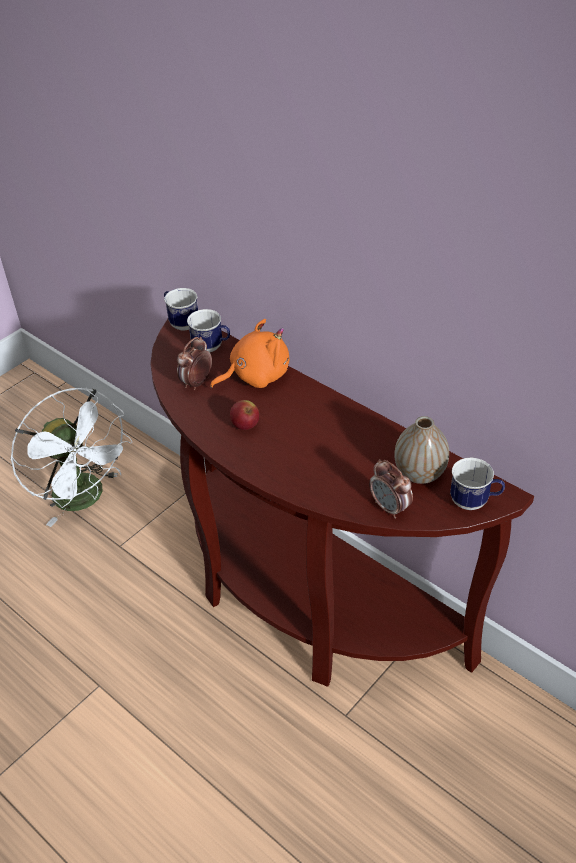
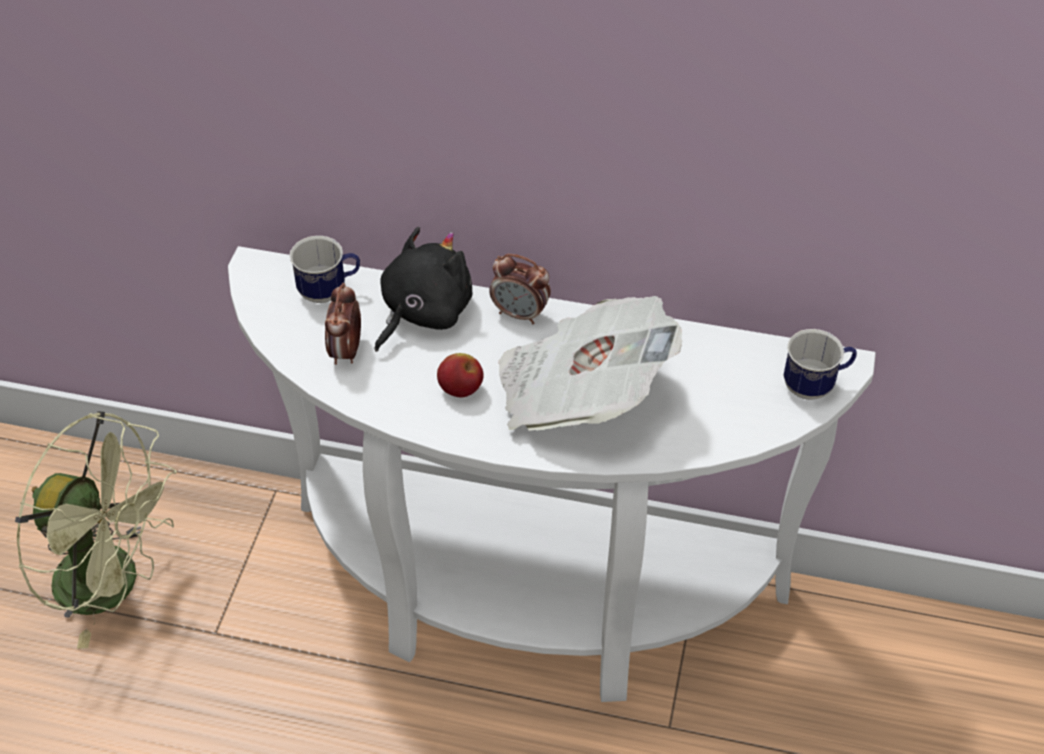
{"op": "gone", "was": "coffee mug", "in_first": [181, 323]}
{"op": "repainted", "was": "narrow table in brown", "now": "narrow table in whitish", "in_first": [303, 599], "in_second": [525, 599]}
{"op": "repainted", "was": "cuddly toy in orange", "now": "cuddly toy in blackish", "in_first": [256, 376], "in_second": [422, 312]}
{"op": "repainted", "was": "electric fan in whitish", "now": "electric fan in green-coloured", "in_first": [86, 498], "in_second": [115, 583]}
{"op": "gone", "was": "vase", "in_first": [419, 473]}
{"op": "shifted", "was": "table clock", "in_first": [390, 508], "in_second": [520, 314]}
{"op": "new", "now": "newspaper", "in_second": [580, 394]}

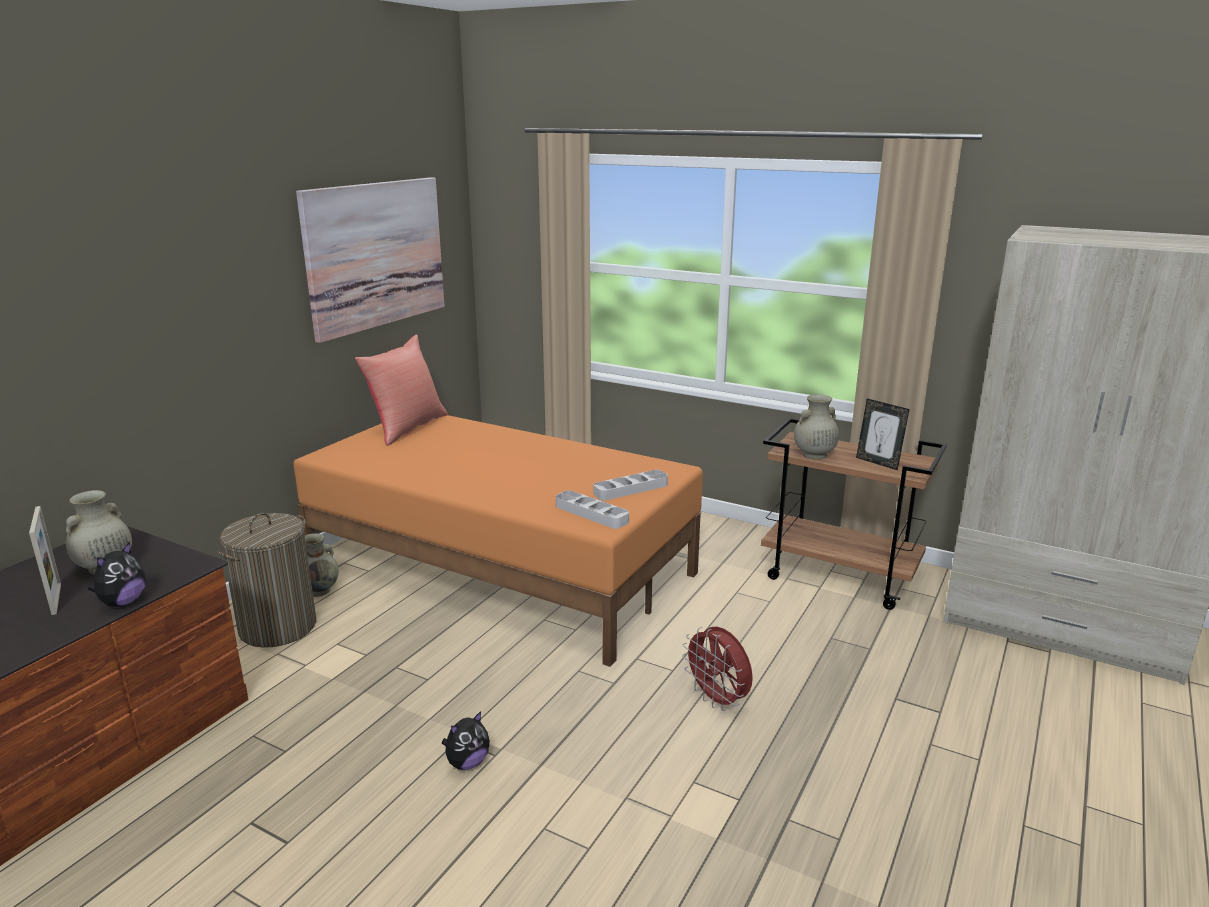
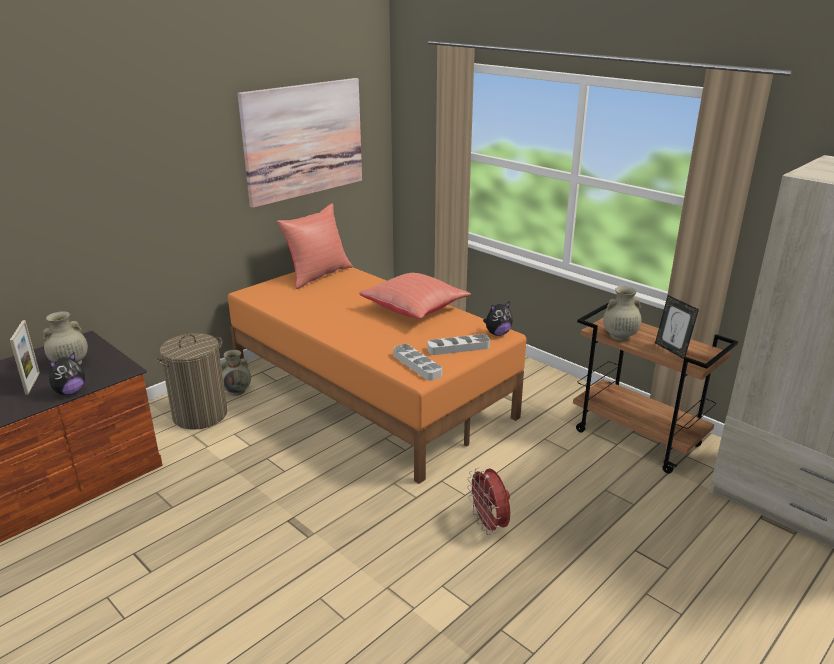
{"op": "shifted", "was": "cuddly toy", "in_first": [467, 763], "in_second": [497, 333]}
{"op": "new", "now": "throw pillow in red", "in_second": [415, 309]}

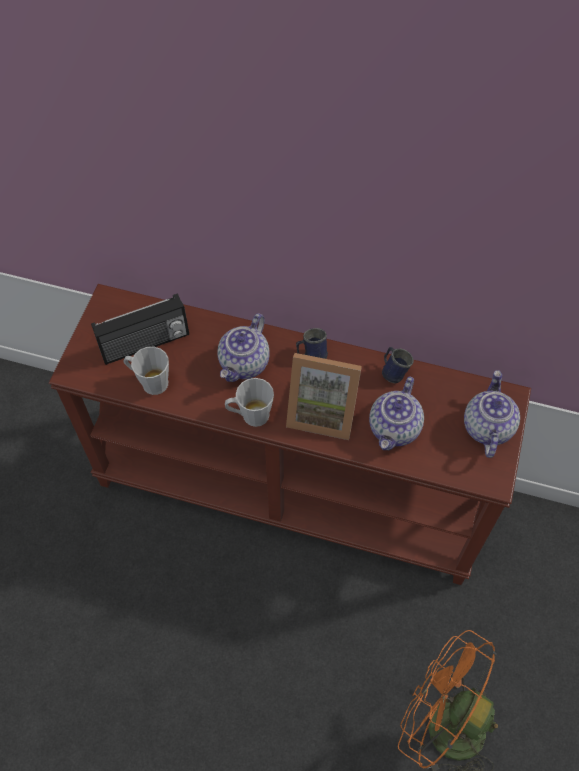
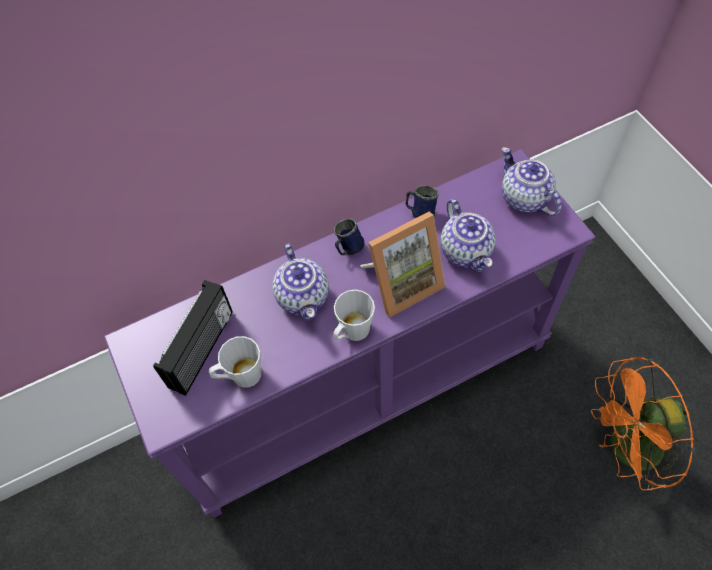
{"op": "repainted", "was": "narrow table in brown", "now": "narrow table in purple-coloured", "in_first": [291, 487], "in_second": [363, 384]}

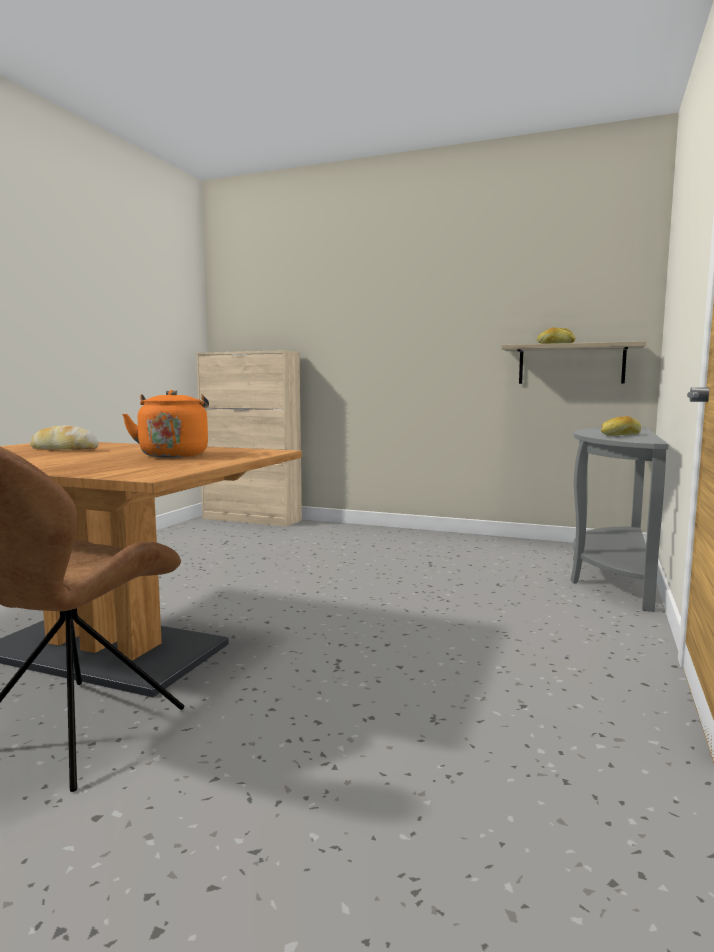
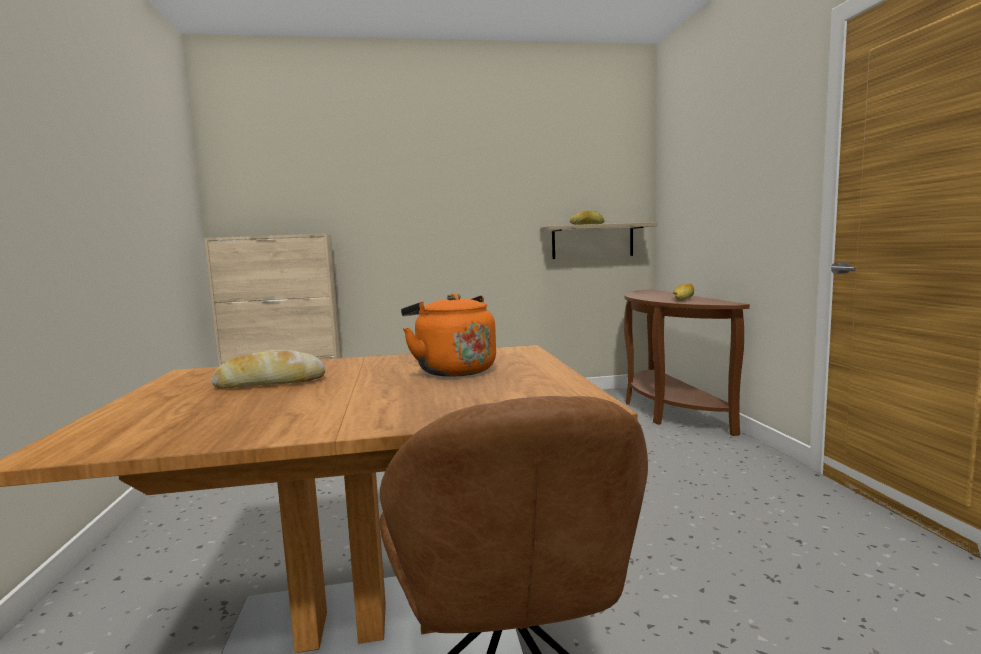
{"op": "repainted", "was": "narrow table in greyish", "now": "narrow table in brown", "in_first": [611, 573], "in_second": [667, 410]}

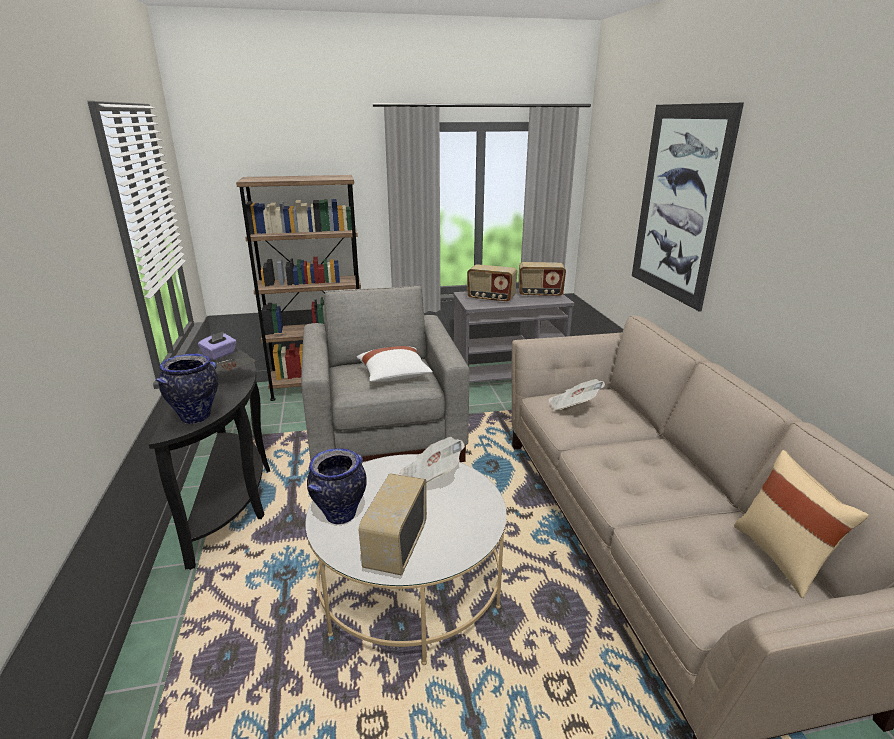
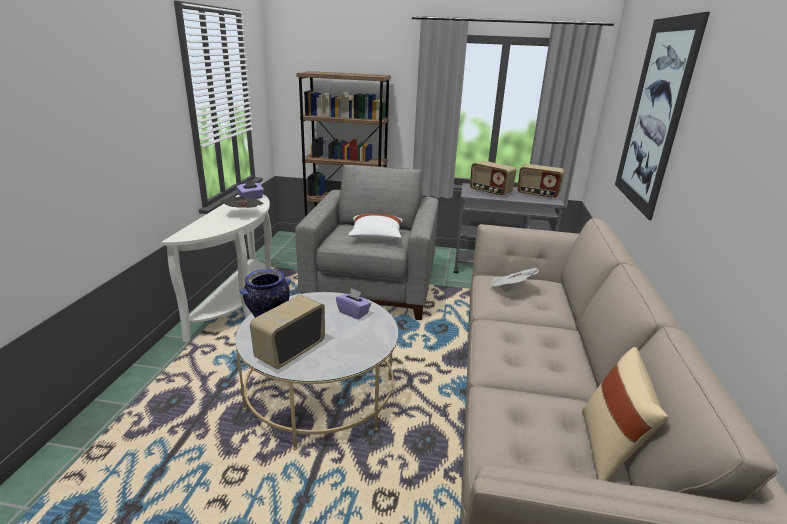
{"op": "repainted", "was": "narrow table in blackish", "now": "narrow table in whitish", "in_first": [234, 496], "in_second": [241, 304]}
{"op": "gone", "was": "vase", "in_first": [196, 417]}
{"op": "swapped", "was": "newspaper", "now": "tissue holder in purple-coloured", "in_first": [431, 476], "in_second": [353, 312]}

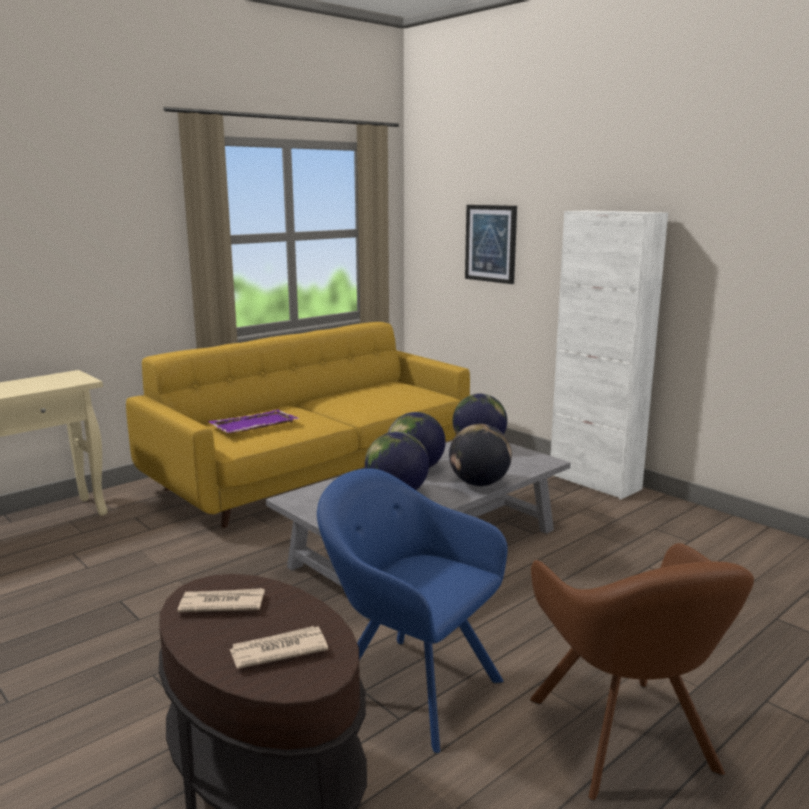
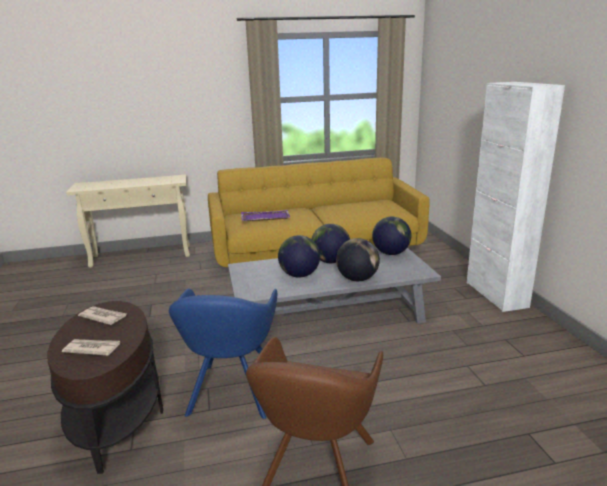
{"op": "gone", "was": "wall picture", "in_first": [491, 243]}
{"op": "rotated", "was": "lounge chair in blue", "in_first": [408, 686], "in_second": [232, 393], "clockwise": -150}

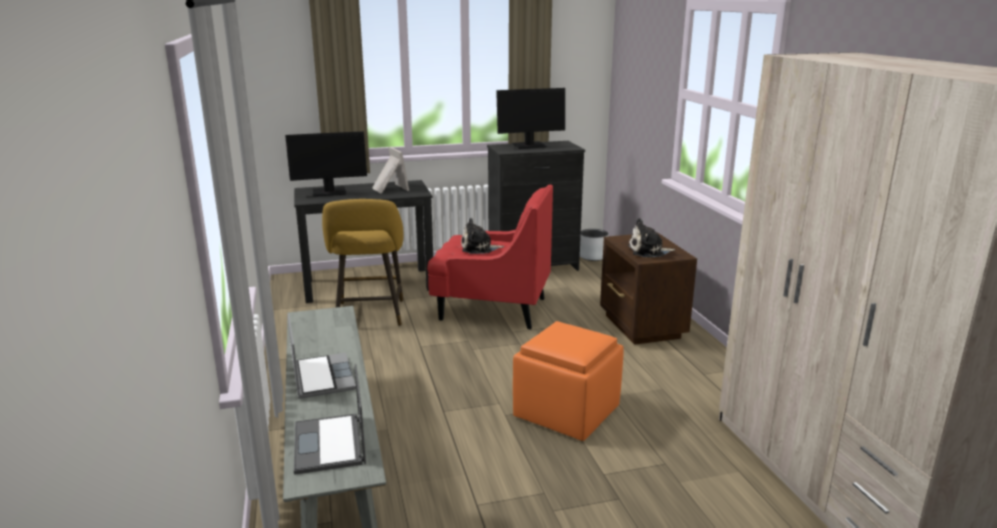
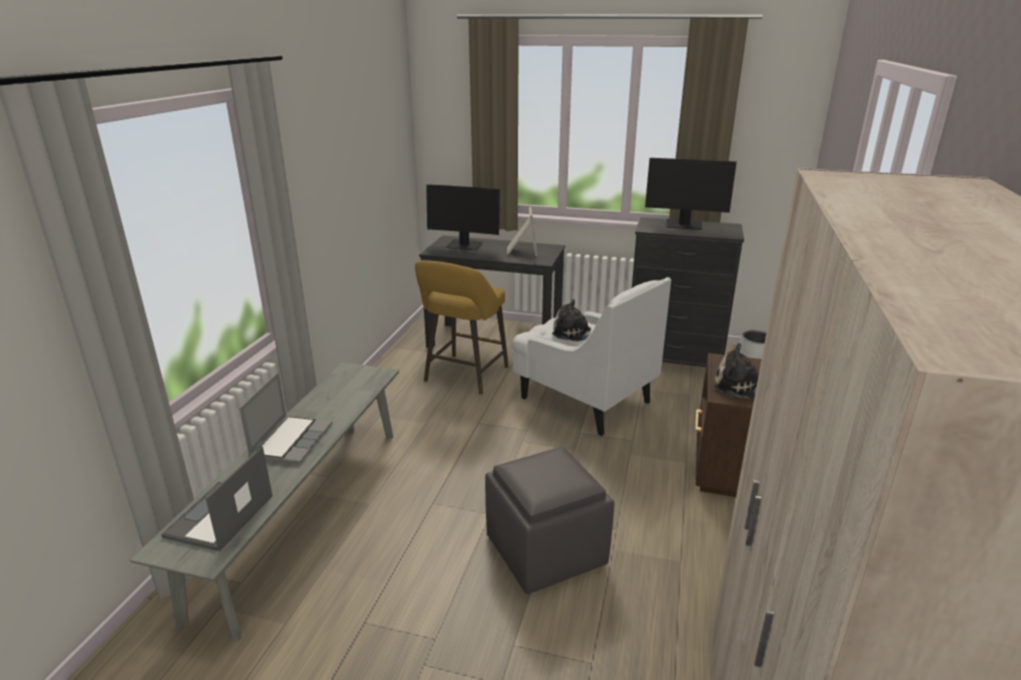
{"op": "repainted", "was": "lounge chair in red", "now": "lounge chair in whitish", "in_first": [491, 309], "in_second": [583, 399]}
{"op": "repainted", "was": "ottoman in orange", "now": "ottoman in greyish", "in_first": [565, 412], "in_second": [544, 550]}

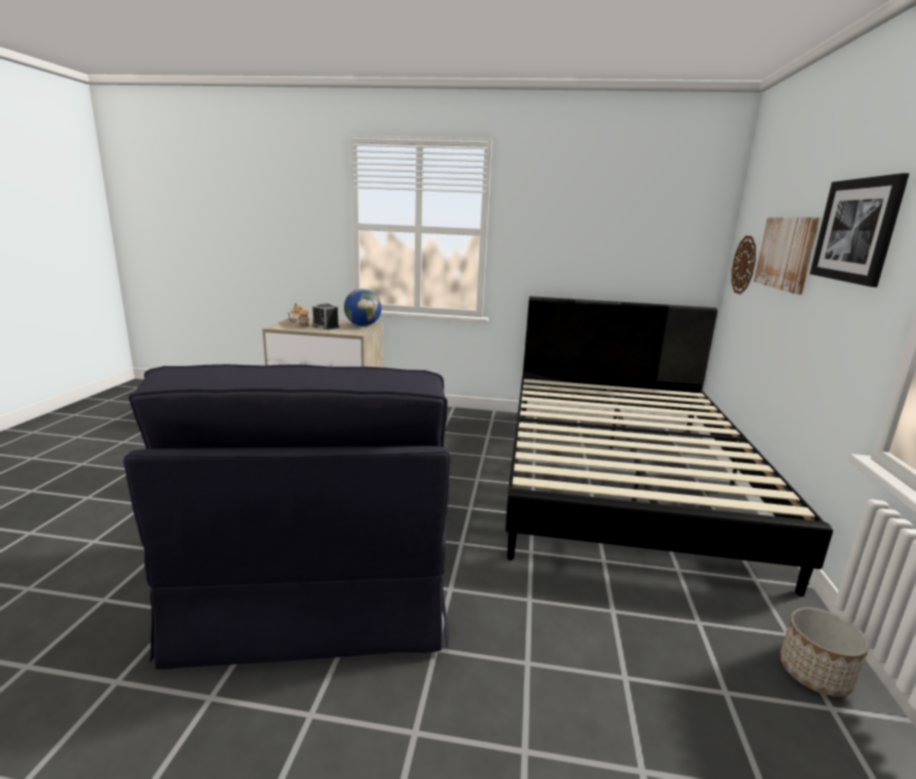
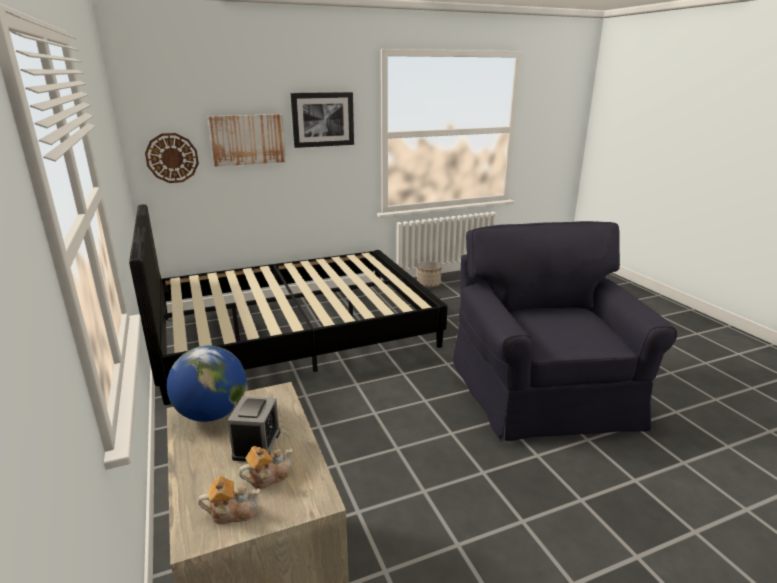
{"op": "rotated", "was": "lounge chair in blackish", "in_first": [320, 583], "in_second": [545, 392], "clockwise": -60}

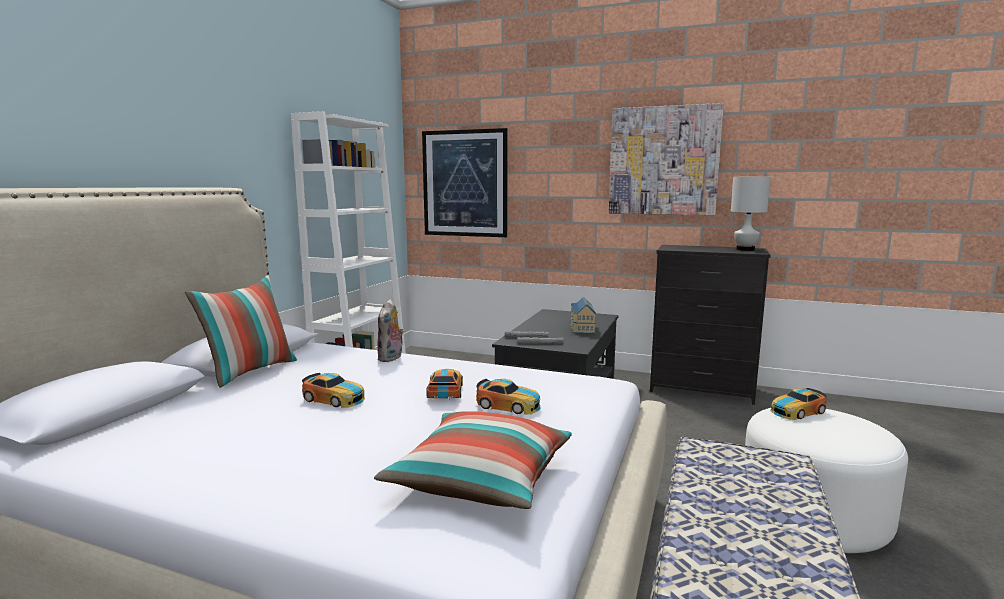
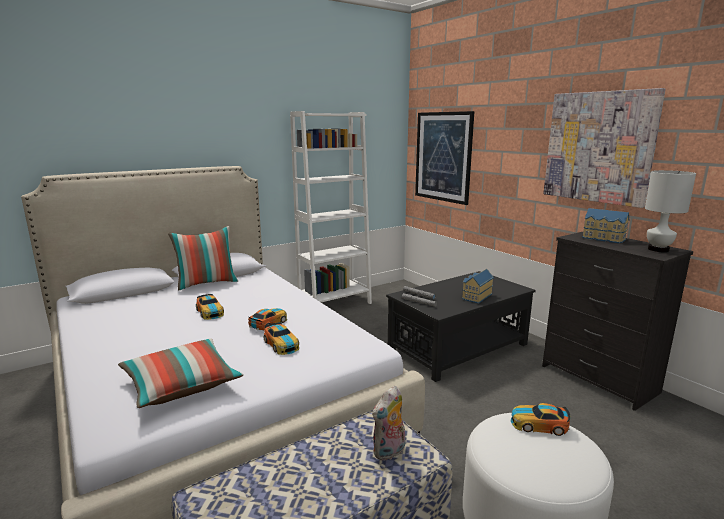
{"op": "shifted", "was": "cuddly toy", "in_first": [391, 358], "in_second": [389, 452]}
{"op": "new", "now": "miniature house", "in_second": [603, 239]}

